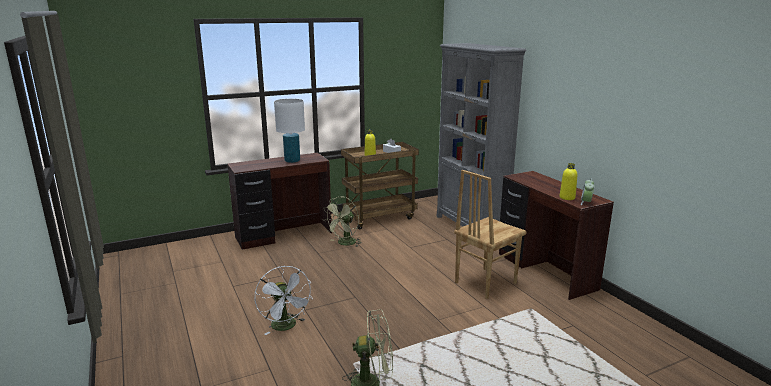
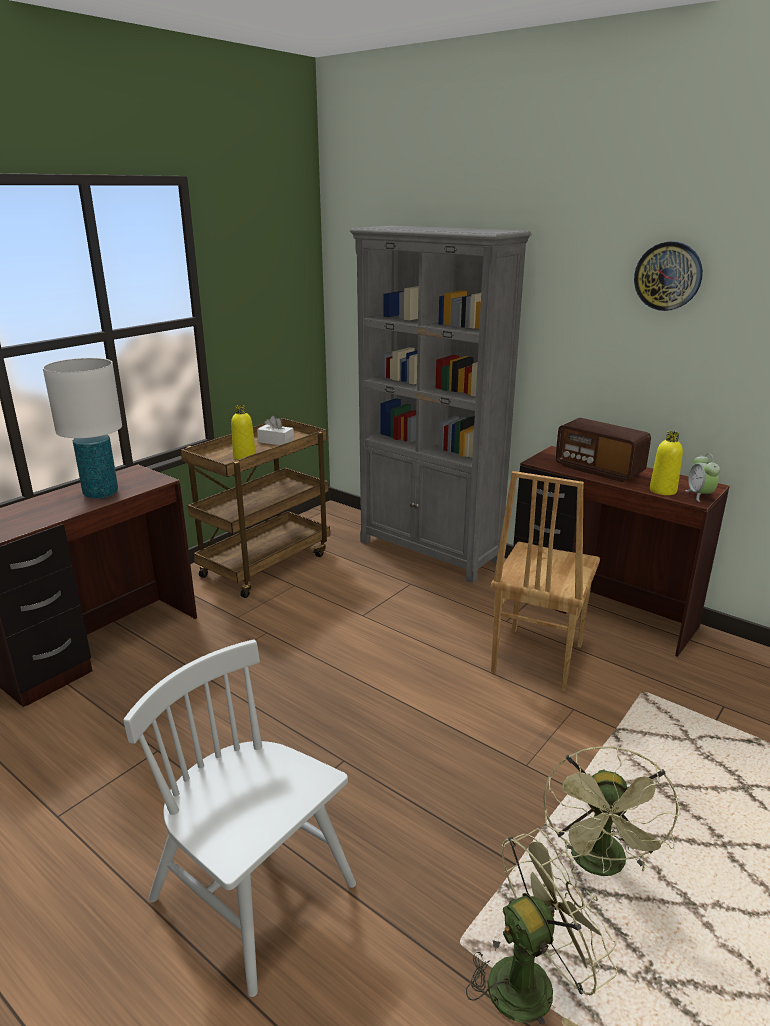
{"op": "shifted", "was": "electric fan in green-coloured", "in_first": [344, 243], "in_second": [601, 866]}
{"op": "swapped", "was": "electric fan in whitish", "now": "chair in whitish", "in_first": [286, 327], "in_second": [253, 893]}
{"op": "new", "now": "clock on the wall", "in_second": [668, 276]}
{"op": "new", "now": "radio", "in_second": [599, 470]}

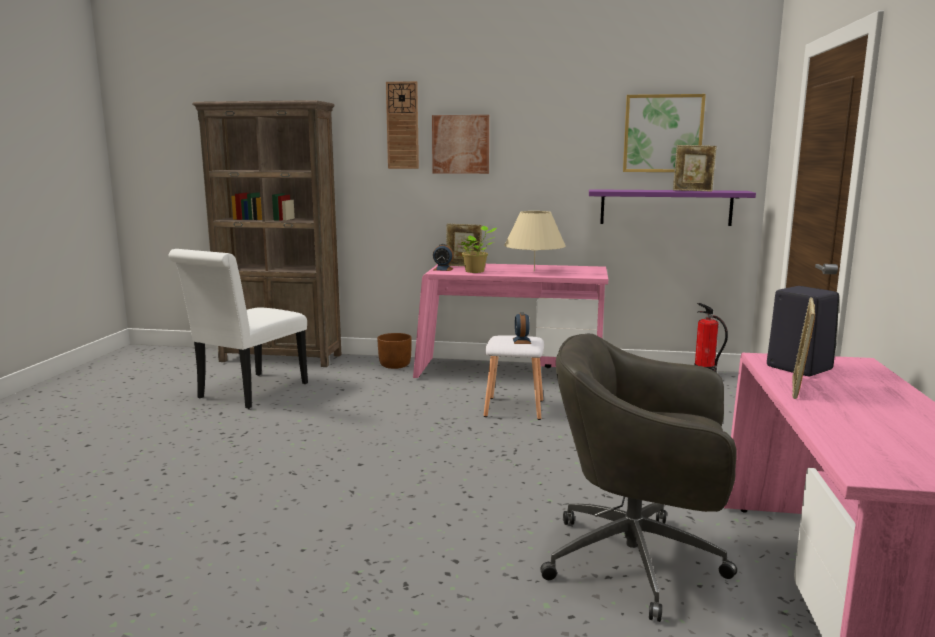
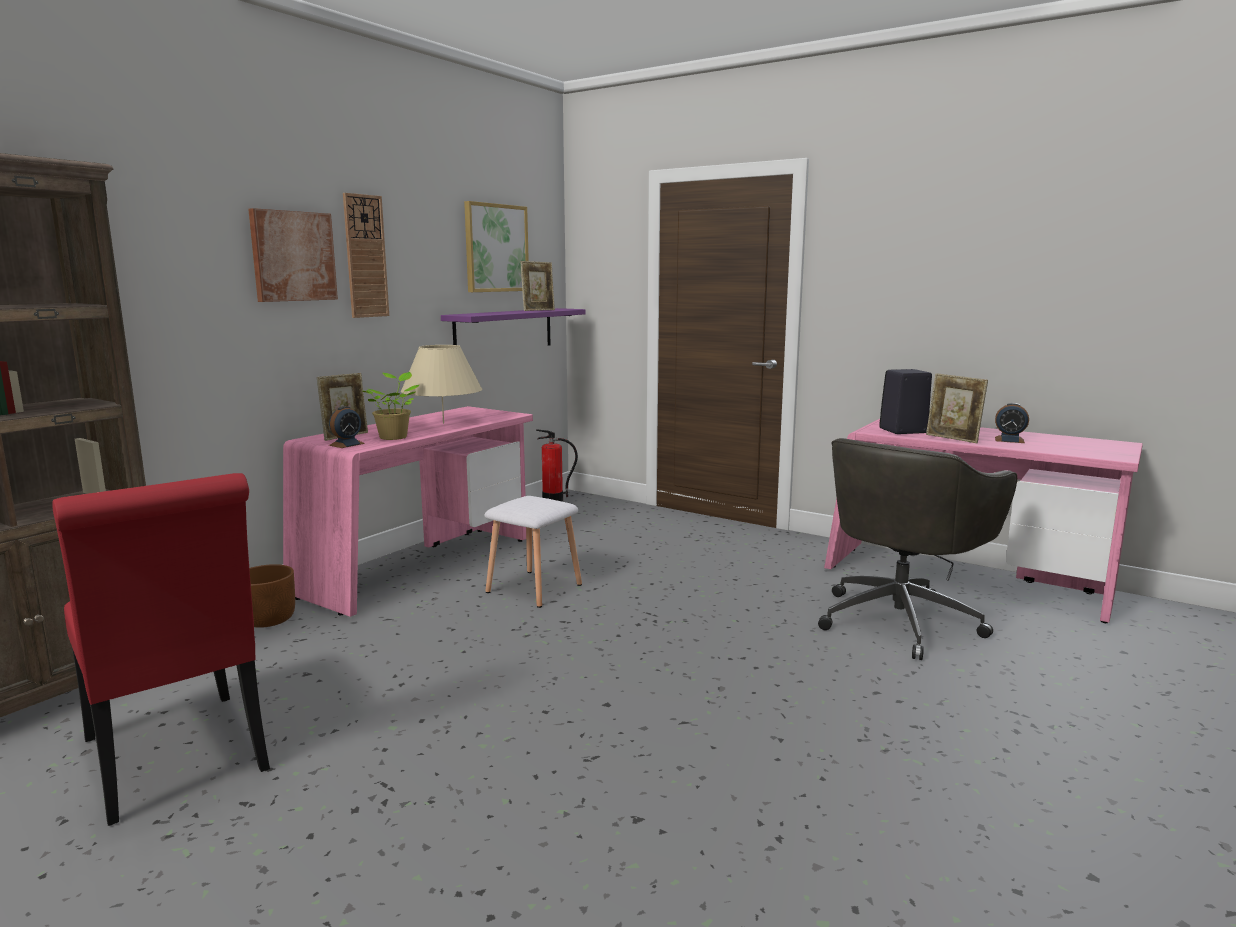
{"op": "shifted", "was": "clock on the wall", "in_first": [402, 125], "in_second": [365, 256]}
{"op": "repainted", "was": "chair in whitish", "now": "chair in red", "in_first": [248, 393], "in_second": [178, 761]}
{"op": "shifted", "was": "table clock", "in_first": [521, 341], "in_second": [1009, 440]}

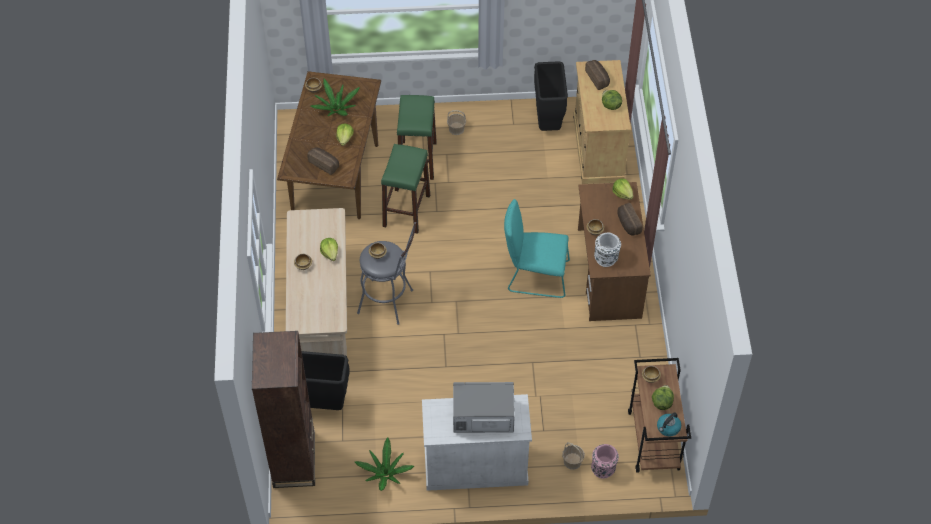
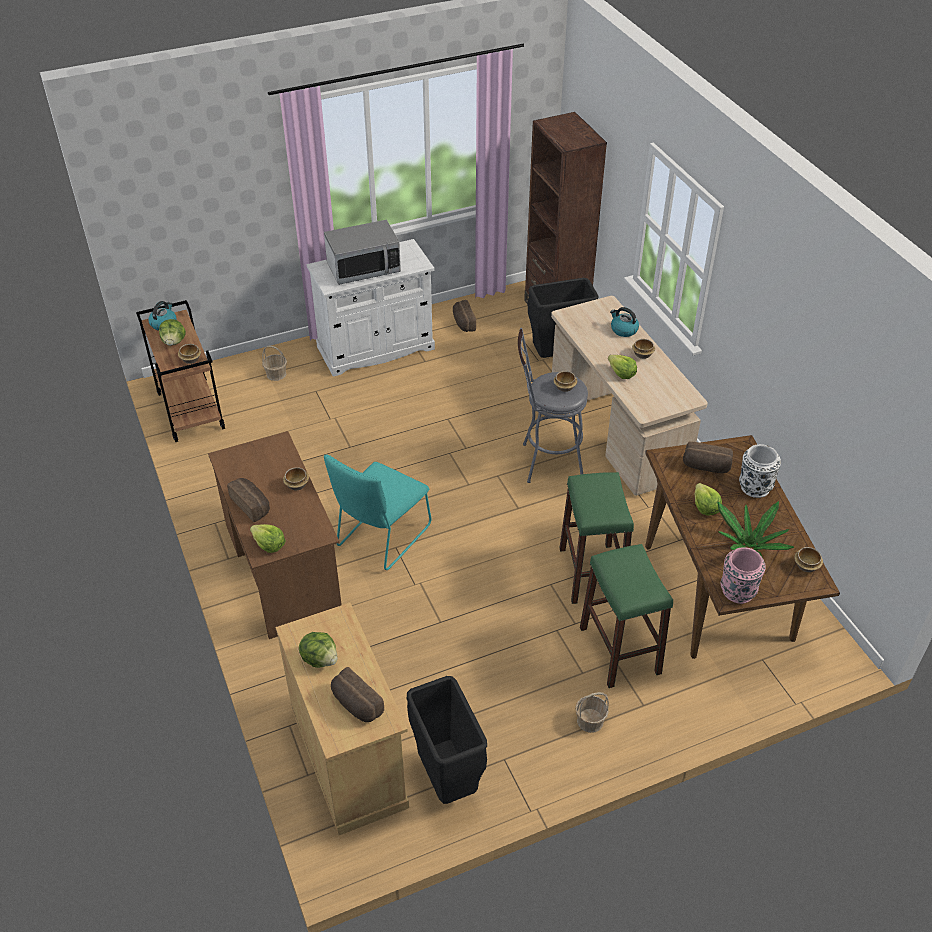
{"op": "rotated", "was": "chair in turquoise-coloured", "in_first": [535, 276], "in_second": [381, 538], "clockwise": 135}
{"op": "shifted", "was": "vase in whitish", "in_first": [606, 259], "in_second": [754, 487]}
{"op": "swapped", "was": "houseplant", "now": "bakery bread", "in_first": [385, 473], "in_second": [463, 323]}
{"op": "shifted", "was": "vase in pinkish", "in_first": [603, 469], "in_second": [737, 592]}
{"op": "new", "now": "water kettle", "in_second": [623, 330]}

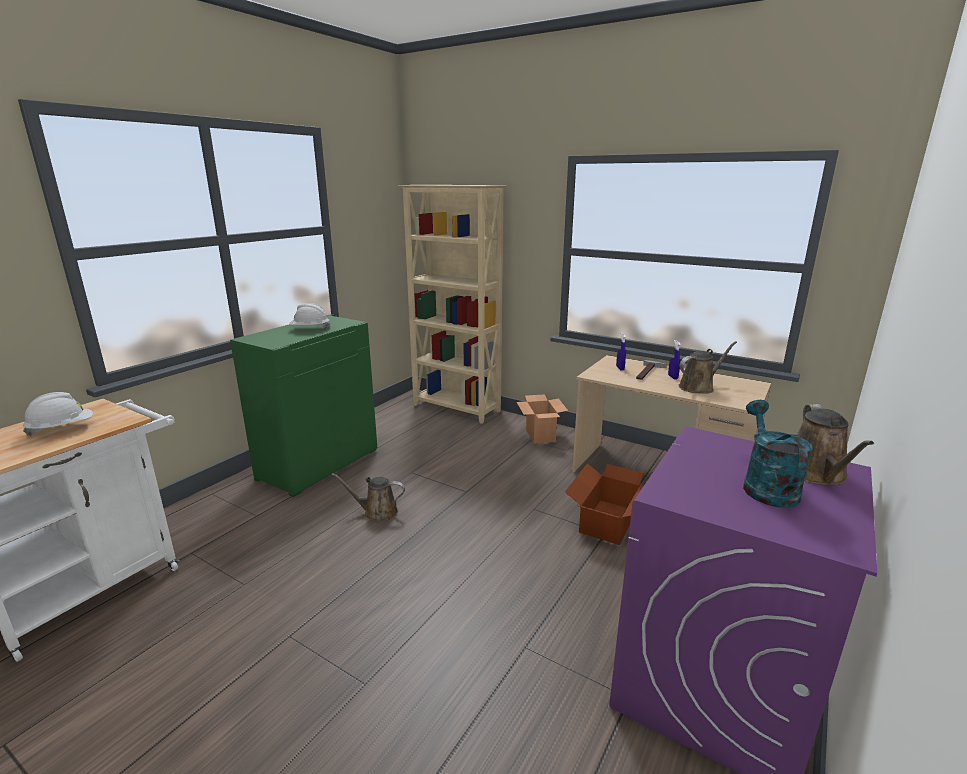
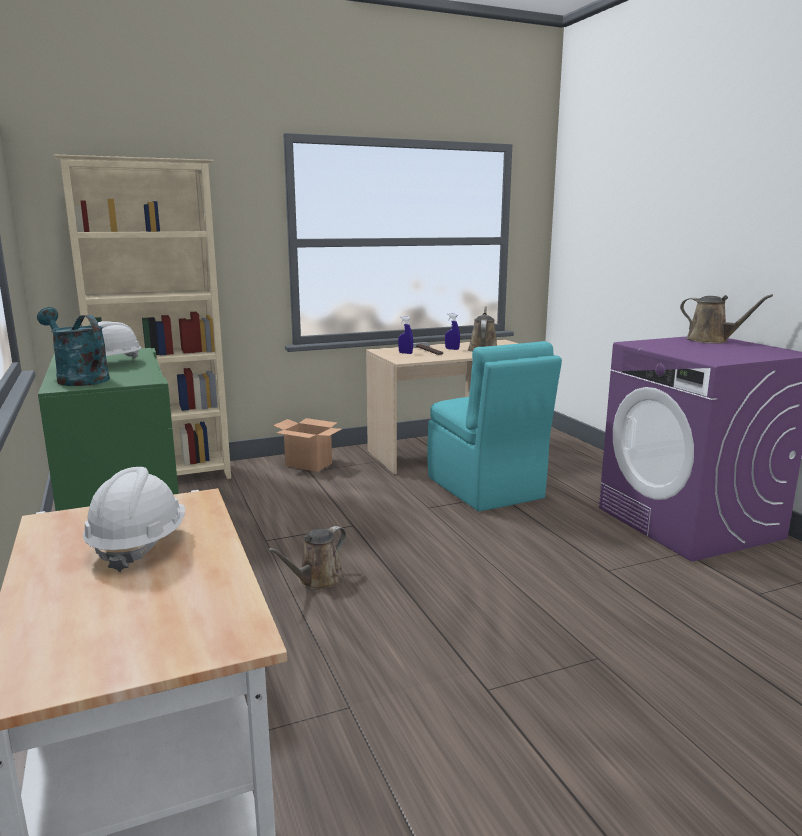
{"op": "shifted", "was": "sprinkling can in turquoise-coloured", "in_first": [766, 486], "in_second": [78, 379]}
{"op": "swapped", "was": "packing box", "now": "chair in turquoise-coloured", "in_first": [607, 521], "in_second": [486, 489]}

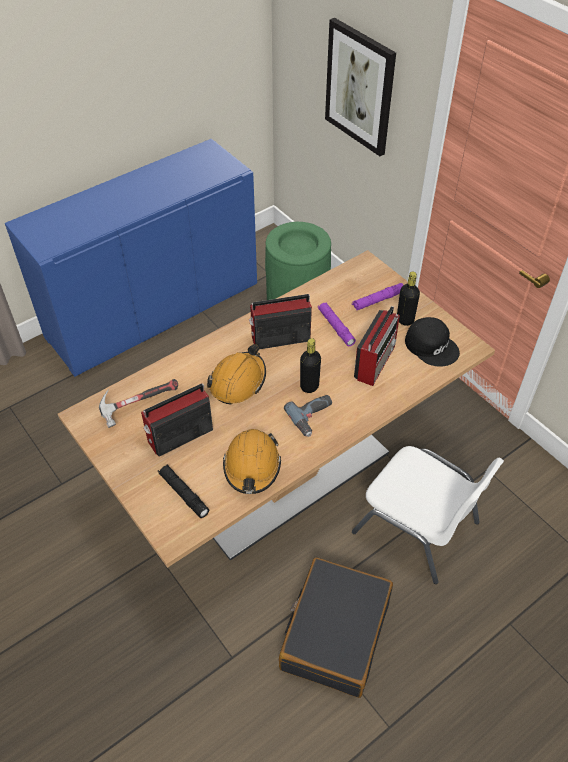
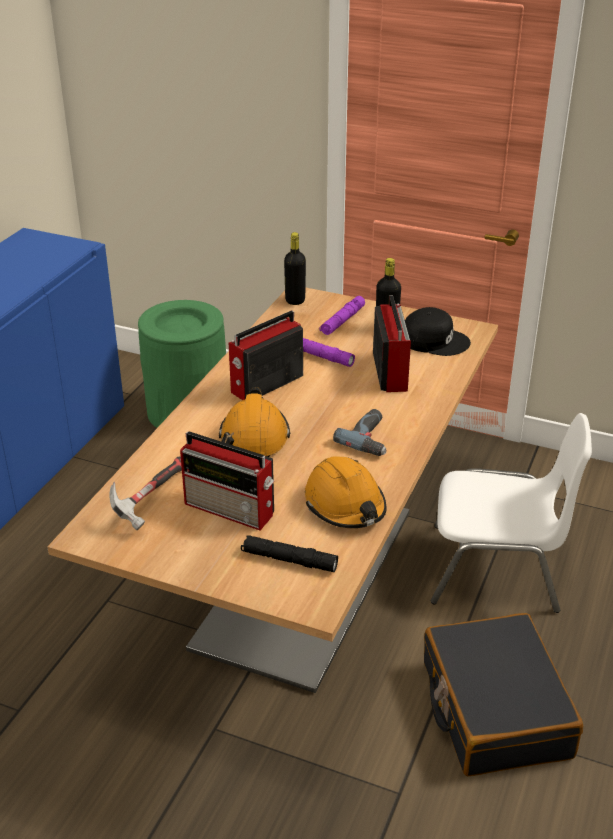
{"op": "gone", "was": "wall picture", "in_first": [360, 87]}
{"op": "shifted", "was": "bottle in blackish", "in_first": [309, 386], "in_second": [295, 300]}
{"op": "rotated", "was": "radio", "in_first": [179, 436], "in_second": [231, 509], "clockwise": -90}

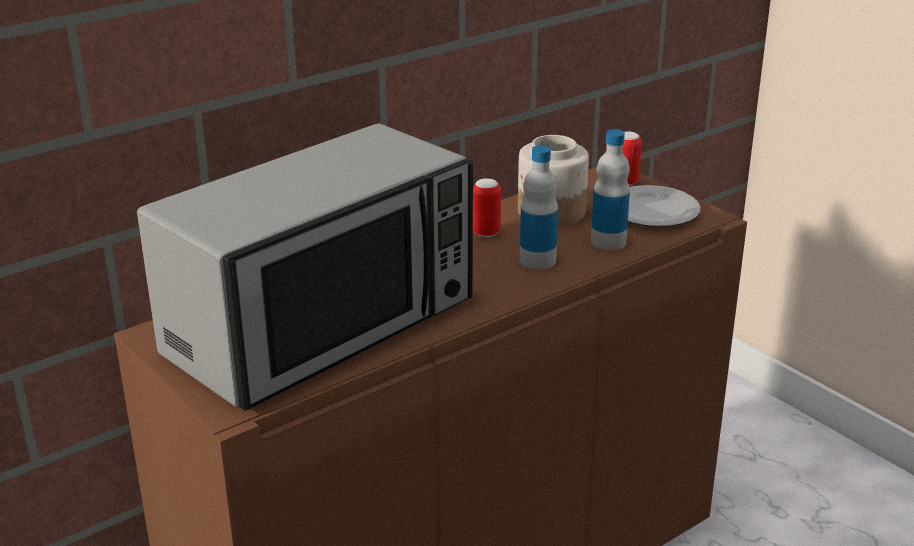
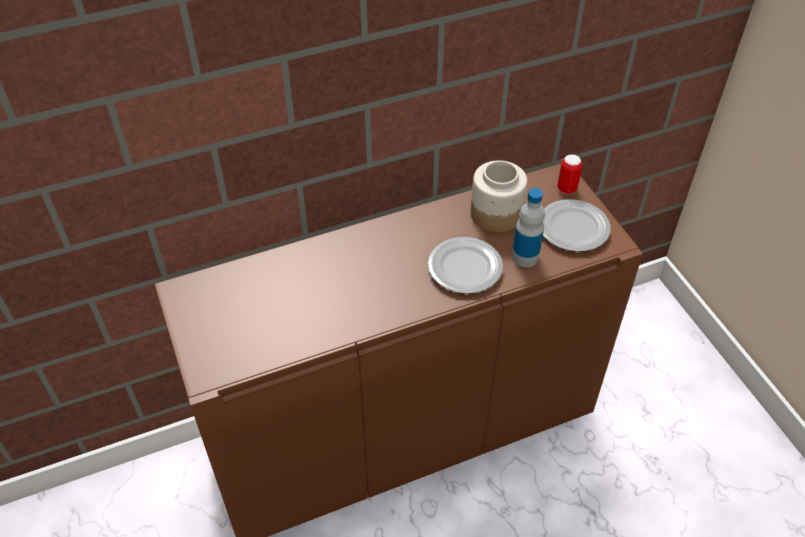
{"op": "gone", "was": "kitchen microwave", "in_first": [324, 327]}
{"op": "swapped", "was": "bottle", "now": "flat dish", "in_first": [537, 260], "in_second": [464, 267]}
{"op": "gone", "was": "sealed can", "in_first": [486, 233]}

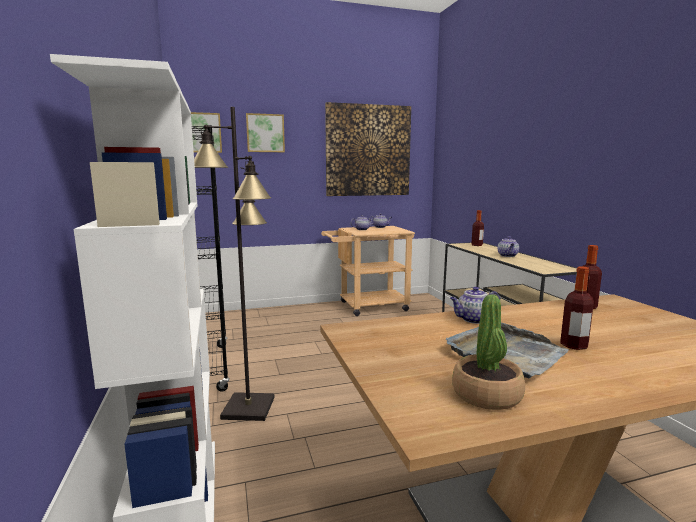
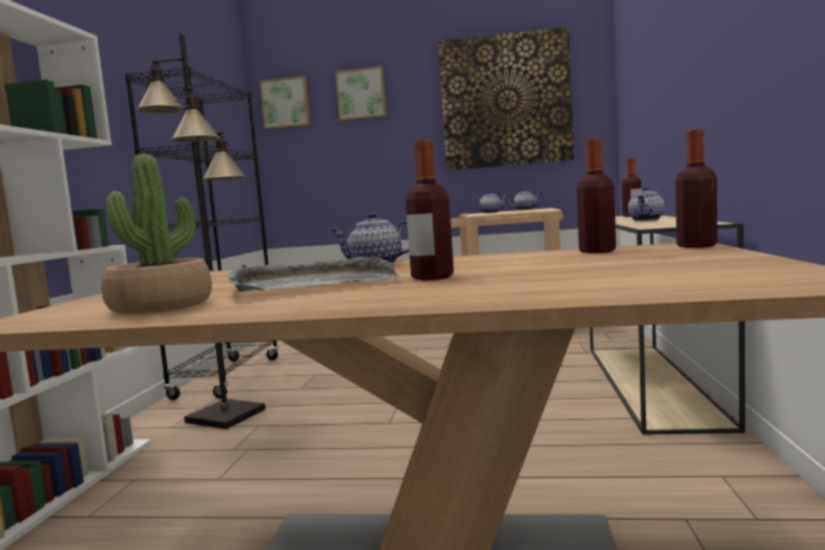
{"op": "new", "now": "bottle", "in_second": [696, 246]}

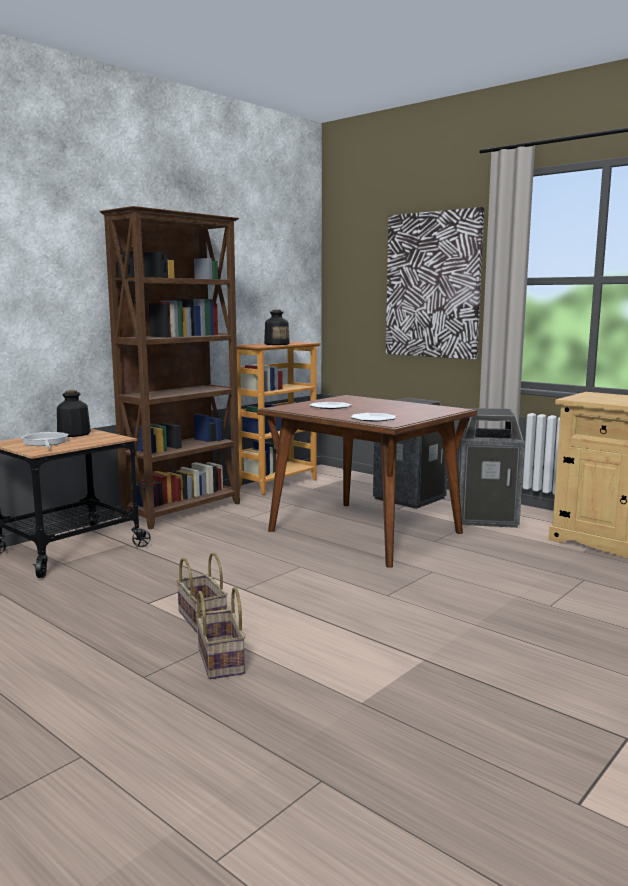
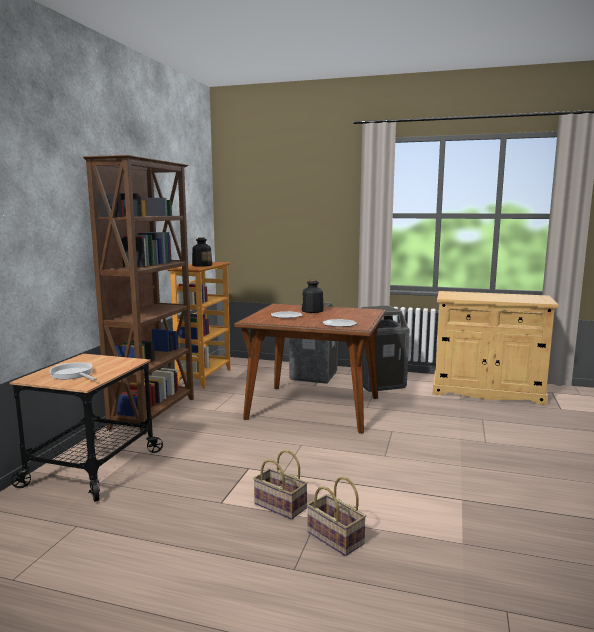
{"op": "gone", "was": "wall picture", "in_first": [433, 285]}
{"op": "shifted", "was": "bottle", "in_first": [73, 434], "in_second": [312, 311]}

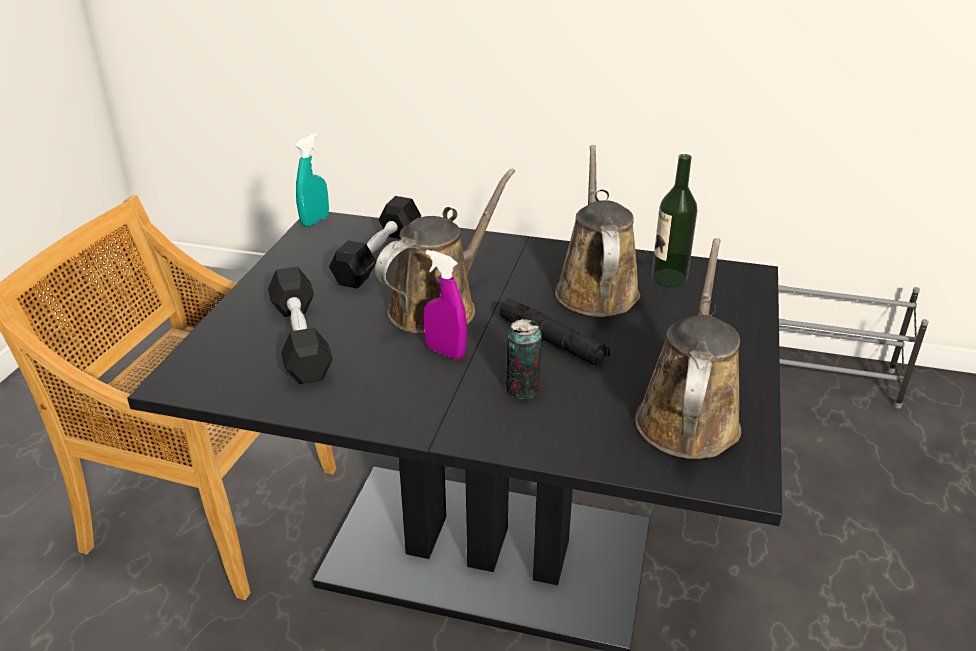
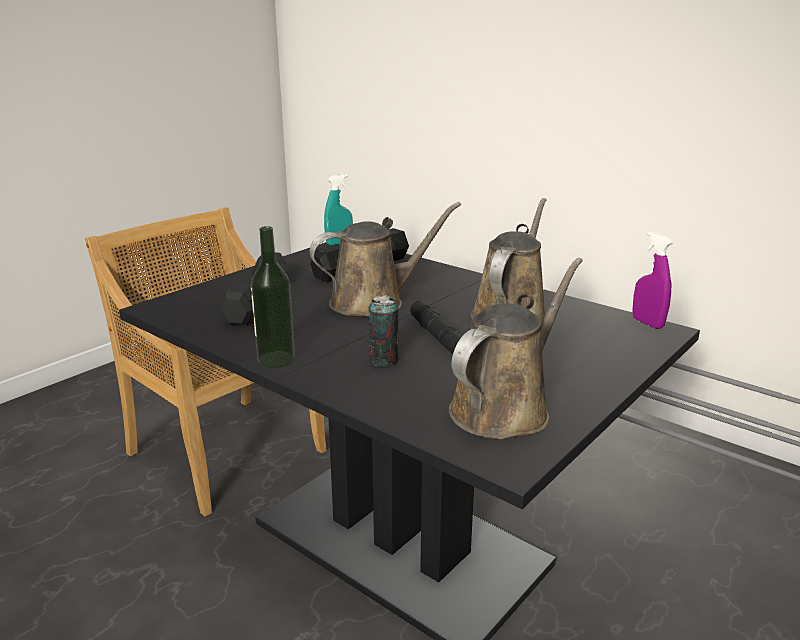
{"op": "shifted", "was": "bottle", "in_first": [669, 278], "in_second": [276, 359]}
{"op": "shifted", "was": "hand sprayer in purple-coloured", "in_first": [445, 352], "in_second": [647, 323]}

